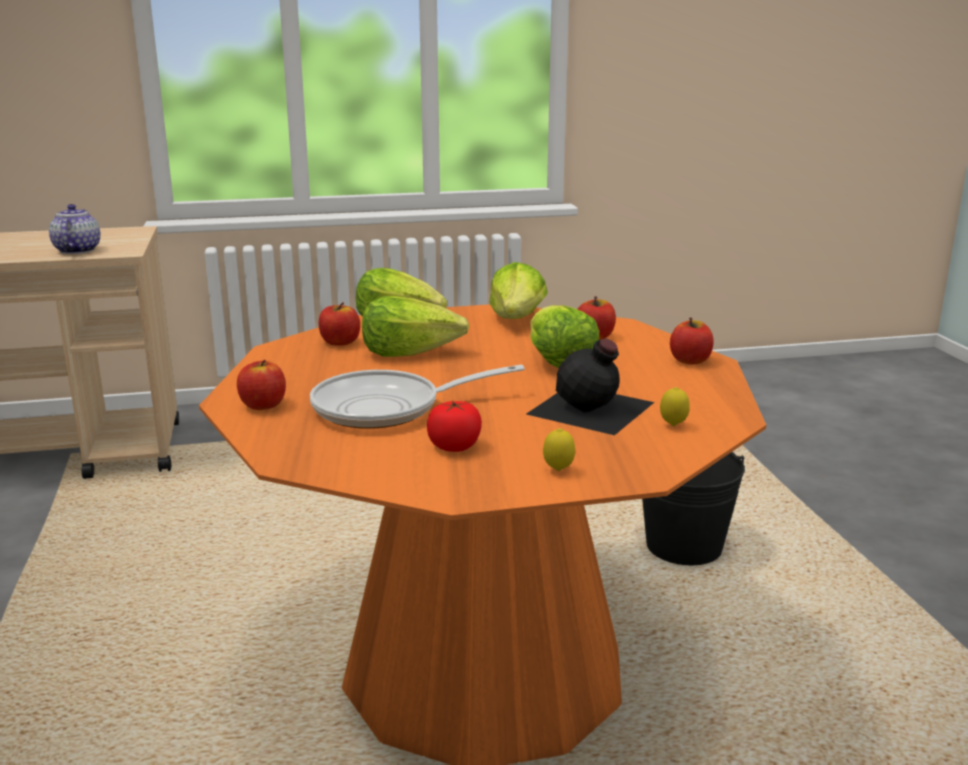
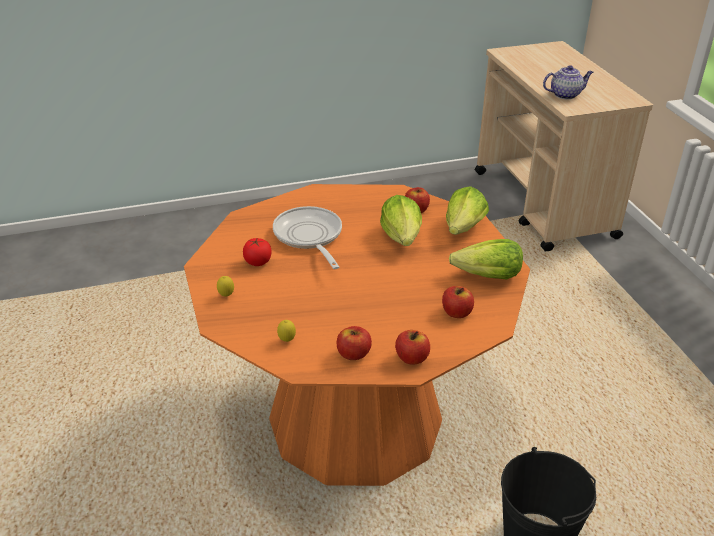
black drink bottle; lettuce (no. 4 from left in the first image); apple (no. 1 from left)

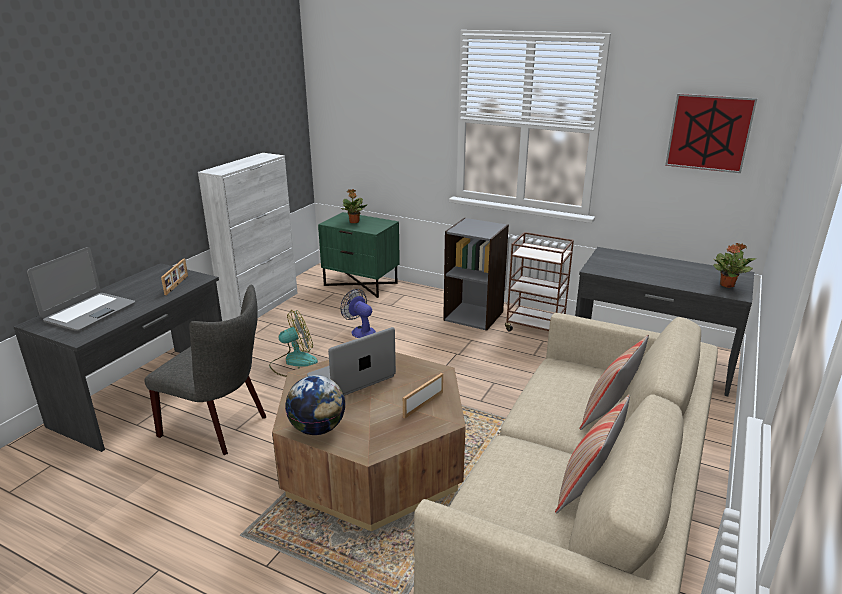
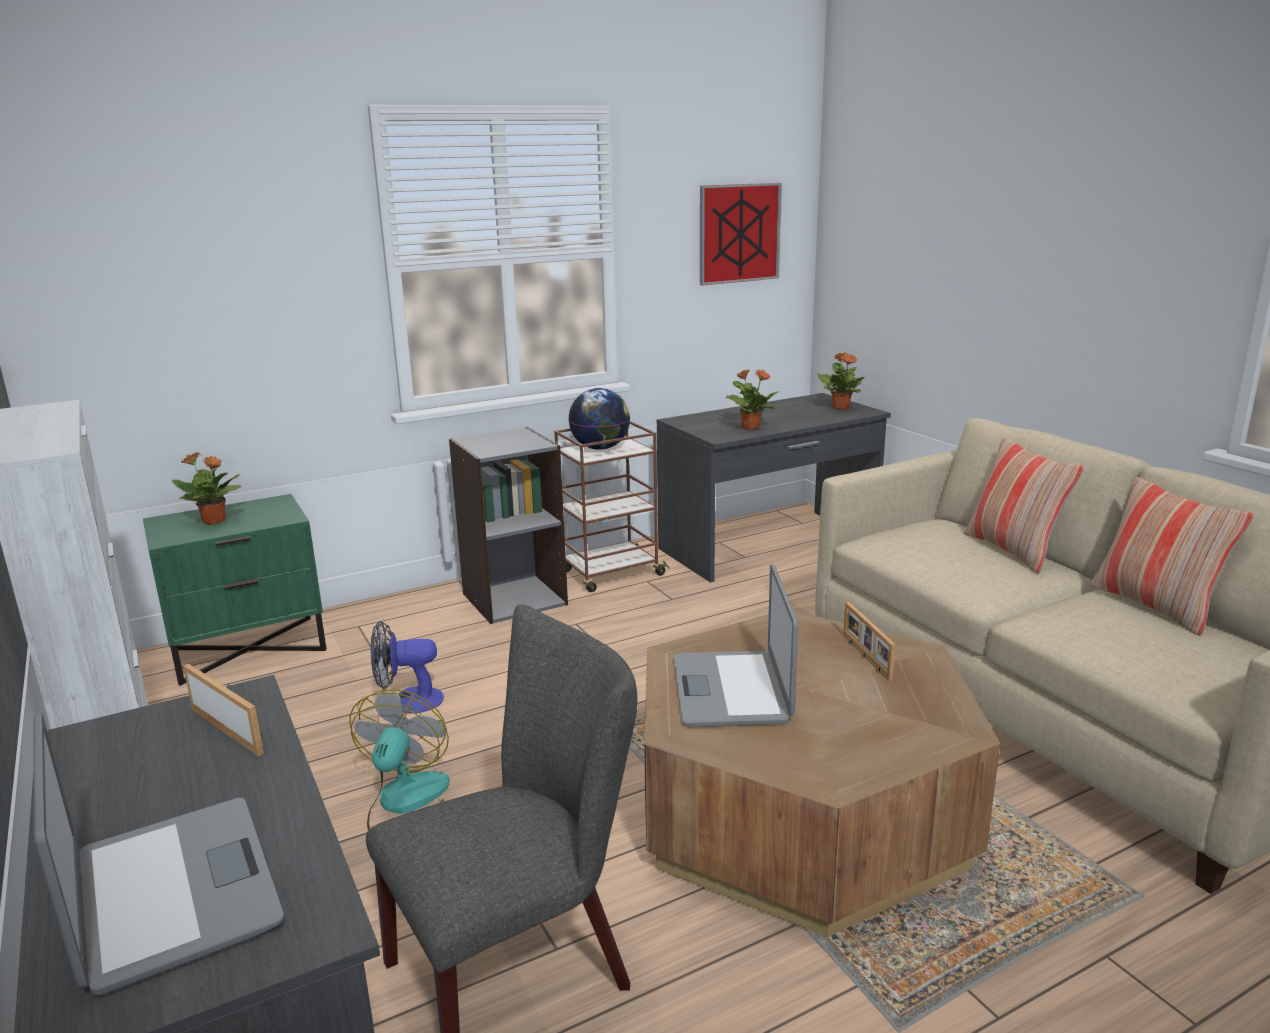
potted plant (no. 2 from left); desk globe

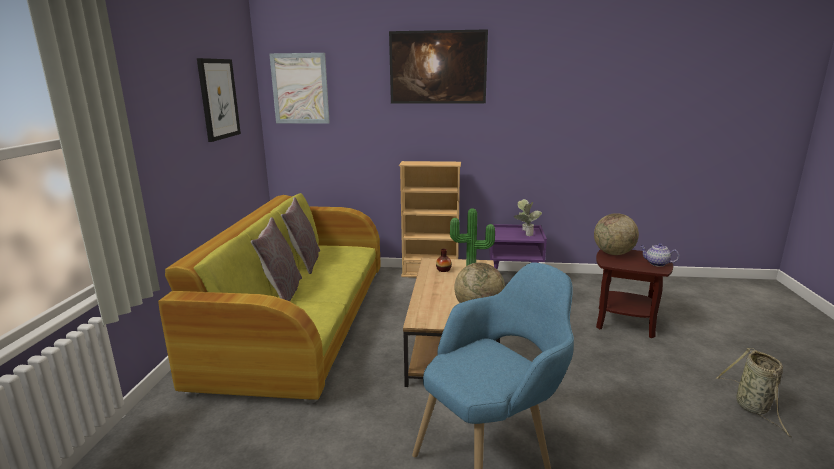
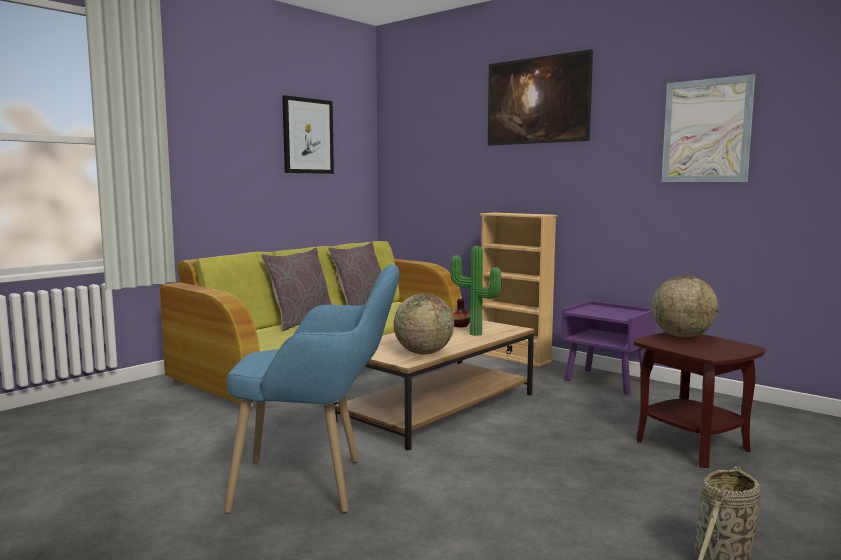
potted plant (no. 2 from left in the first image); pot for tea; wall picture (no. 3 from left)

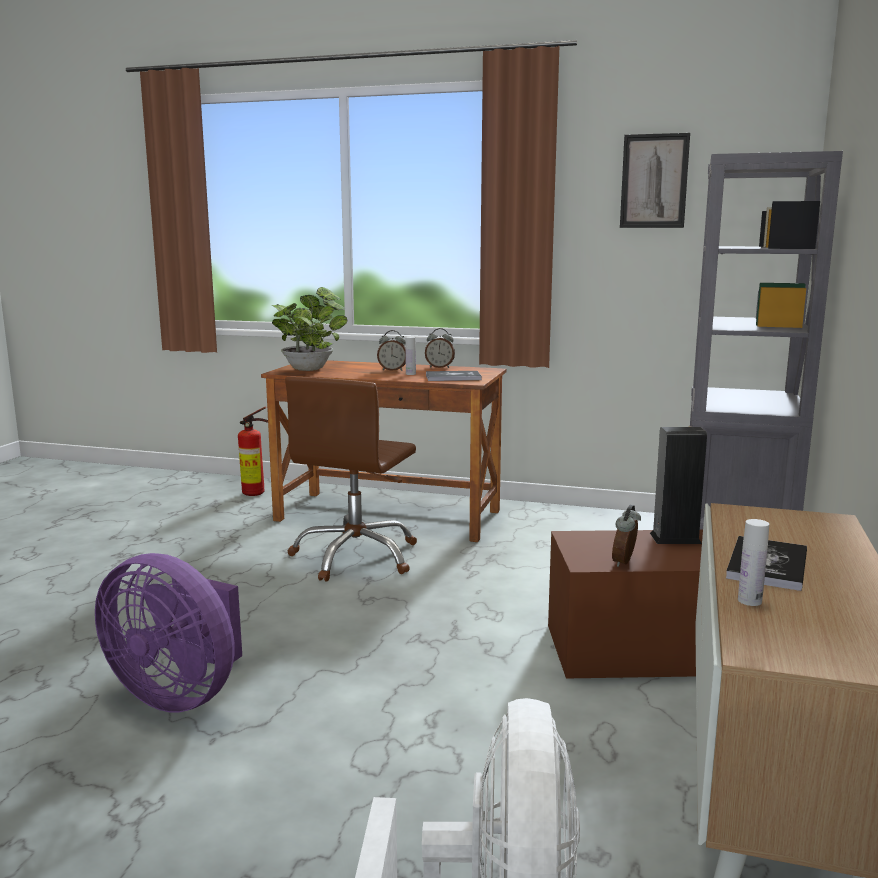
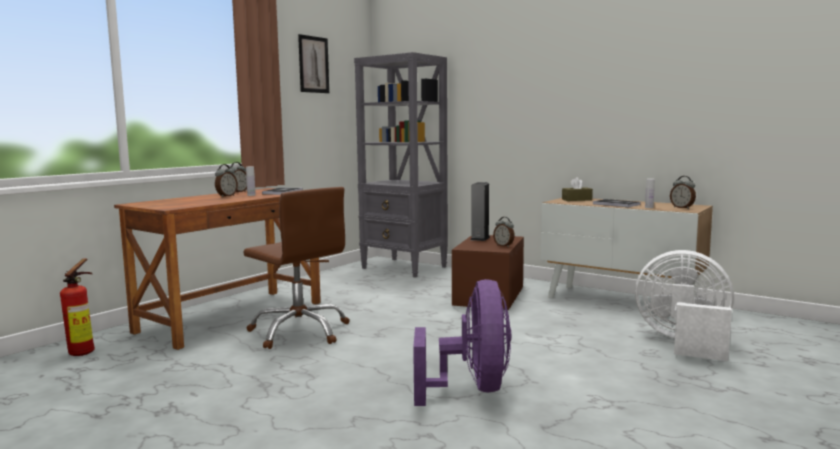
potted plant; brownish box of tissues; alarm clock (no. 4 from left); purple-coloured cooling fan

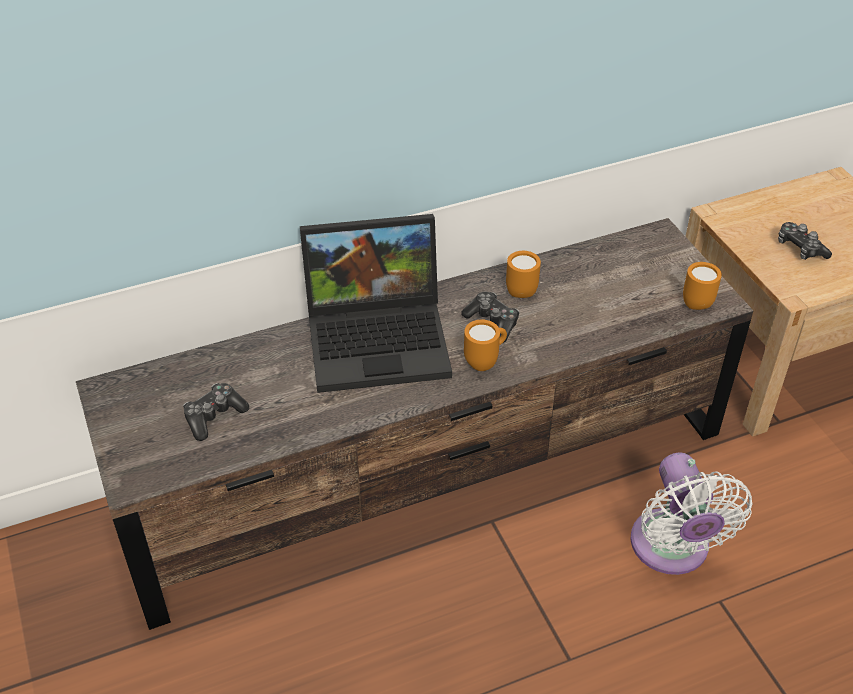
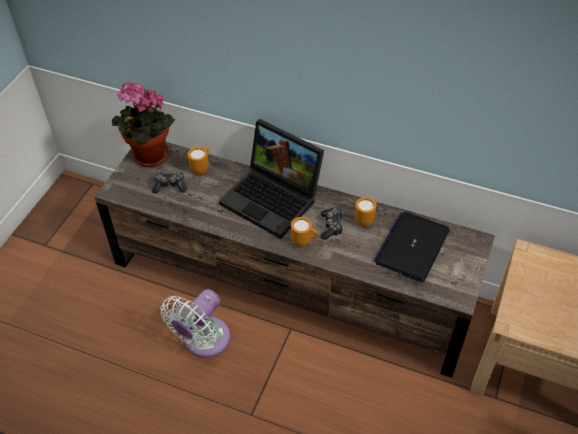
gamepad (no. 3 from left in the first image); potted plant; portable computer (no. 2 from left); white cooling fan; orangey tea mug (no. 1 from left)

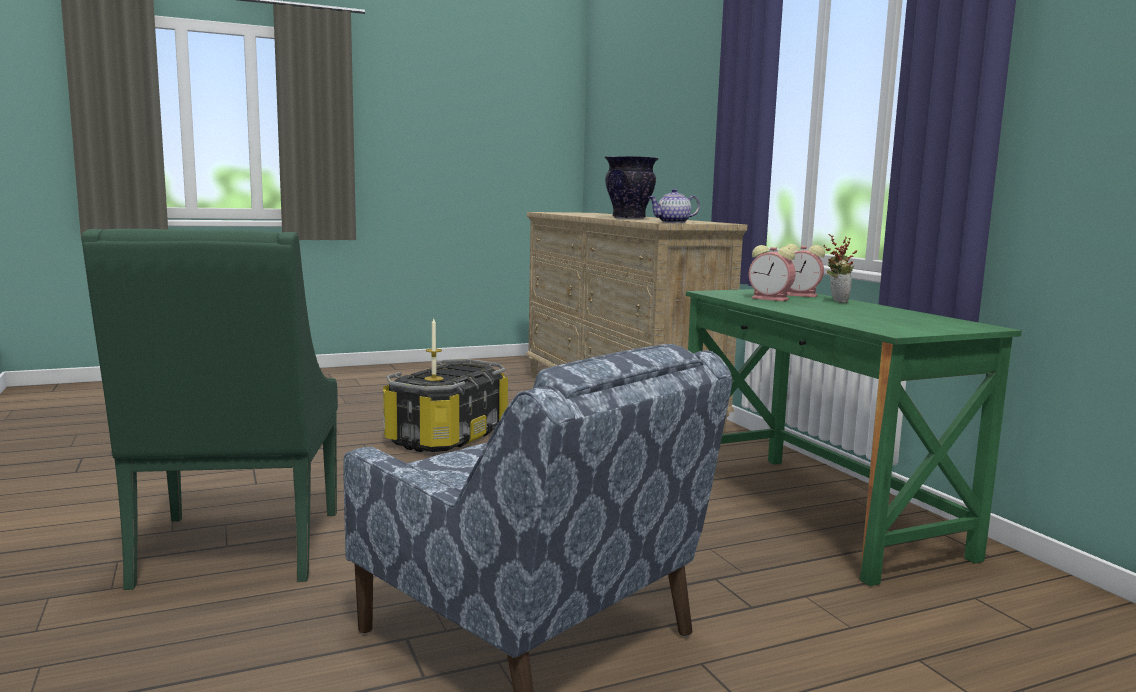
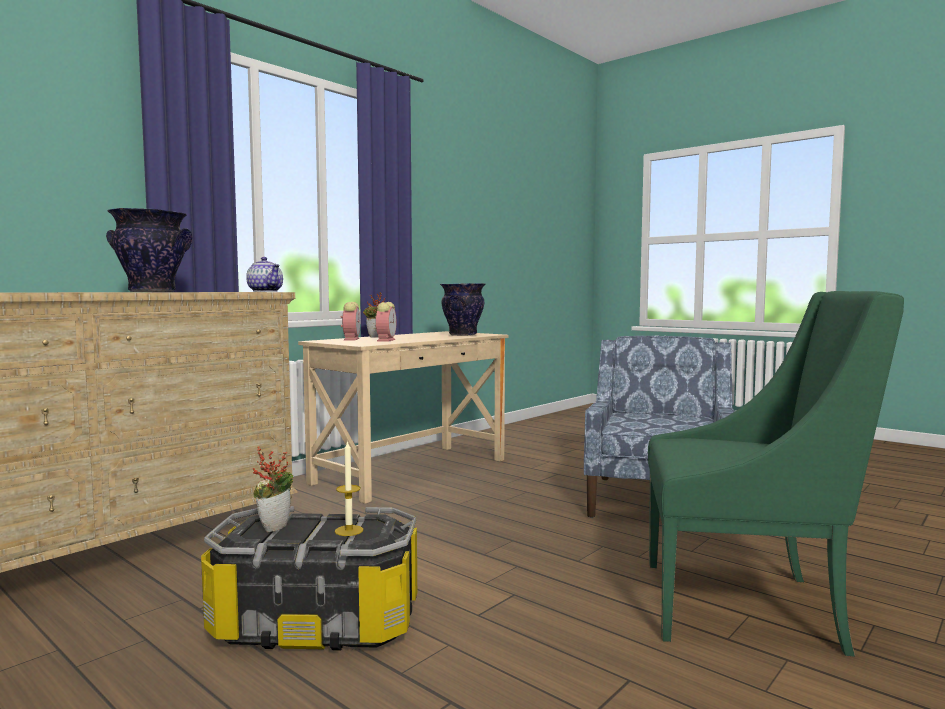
potted plant (no. 1 from left); vase (no. 2 from left); sand-coloured desk; green easy chair

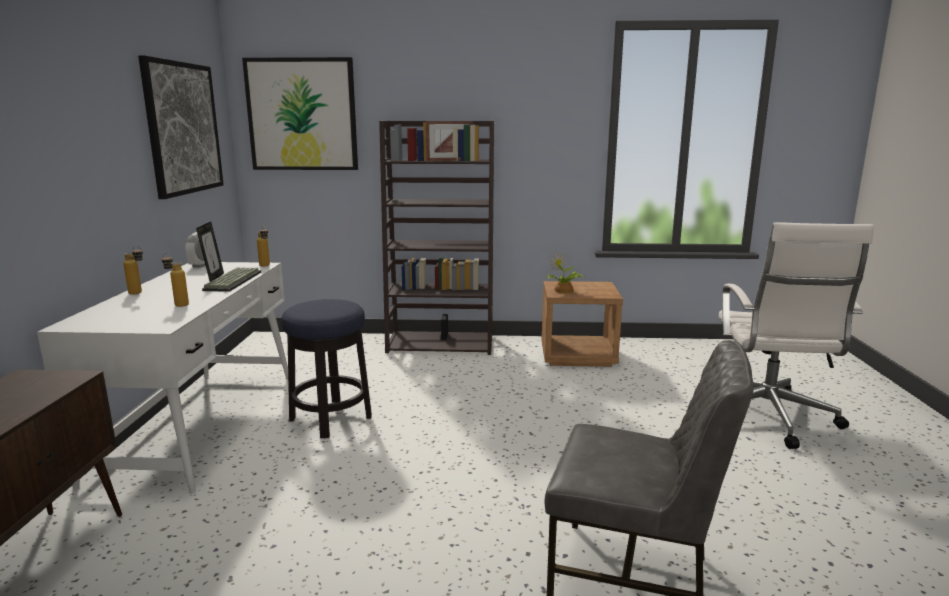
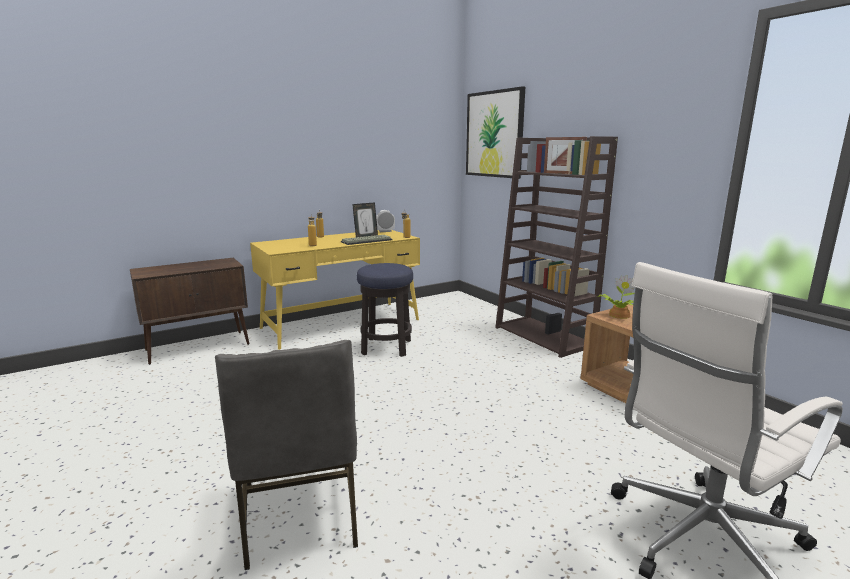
wall picture (no. 1 from left in the first image); yellow desk

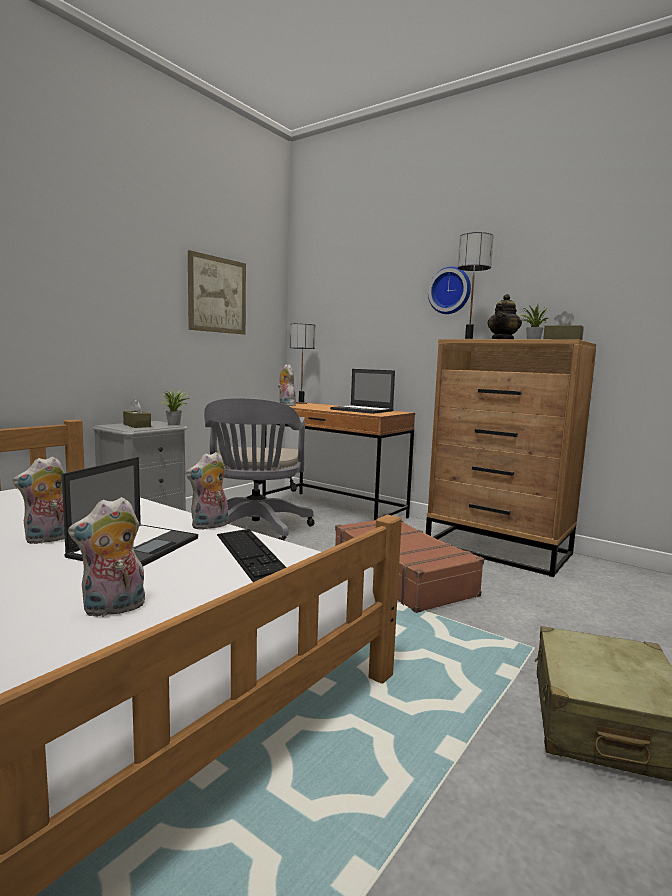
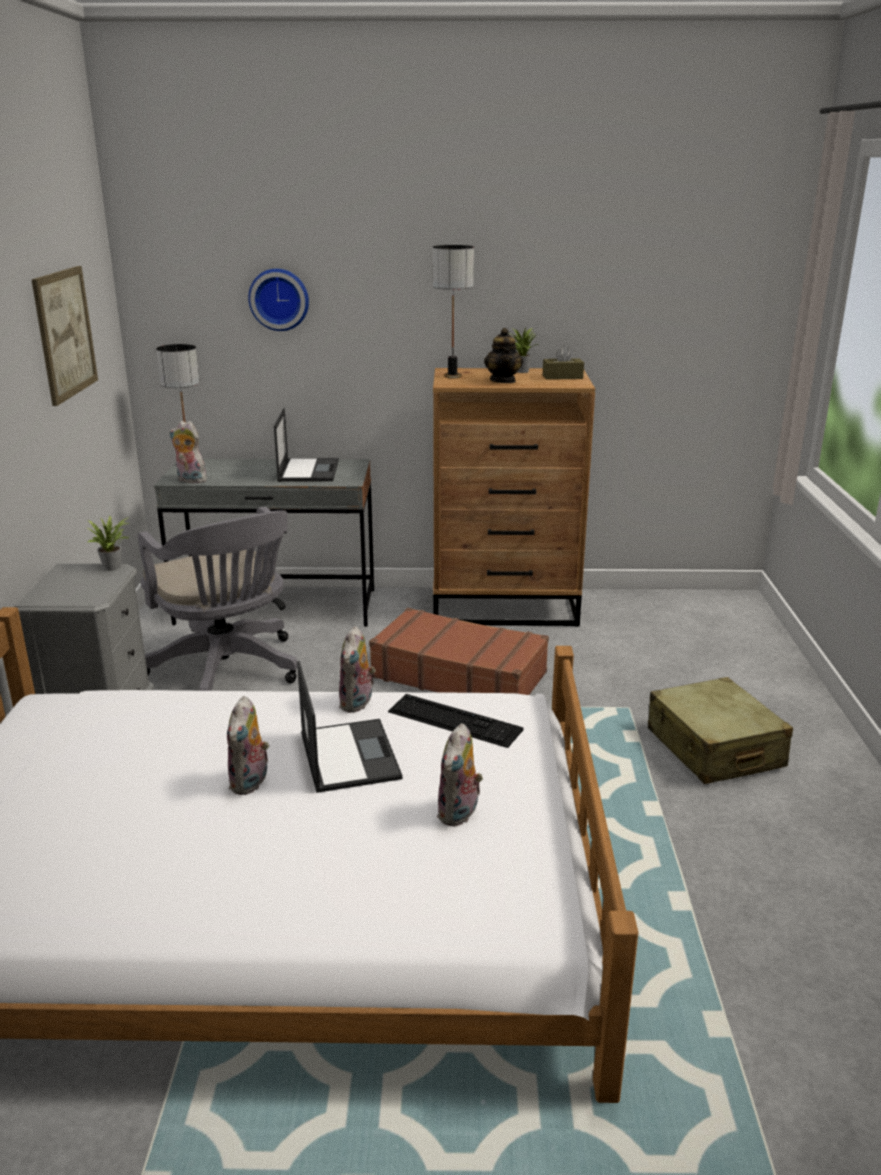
brownish box of tissues (no. 1 from left in the first image); hanging clock; greyish desk; portable computer (no. 1 from left)

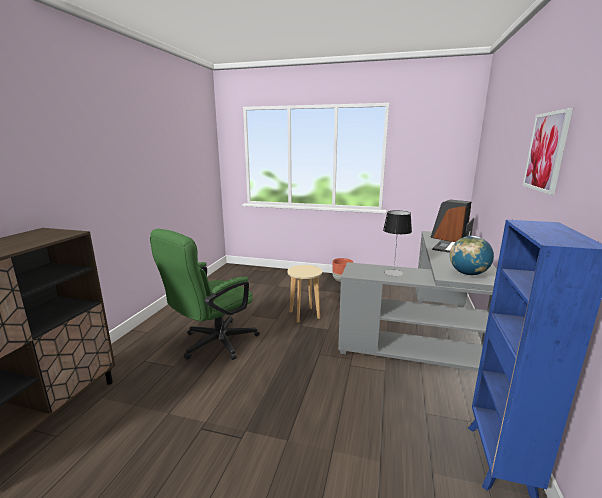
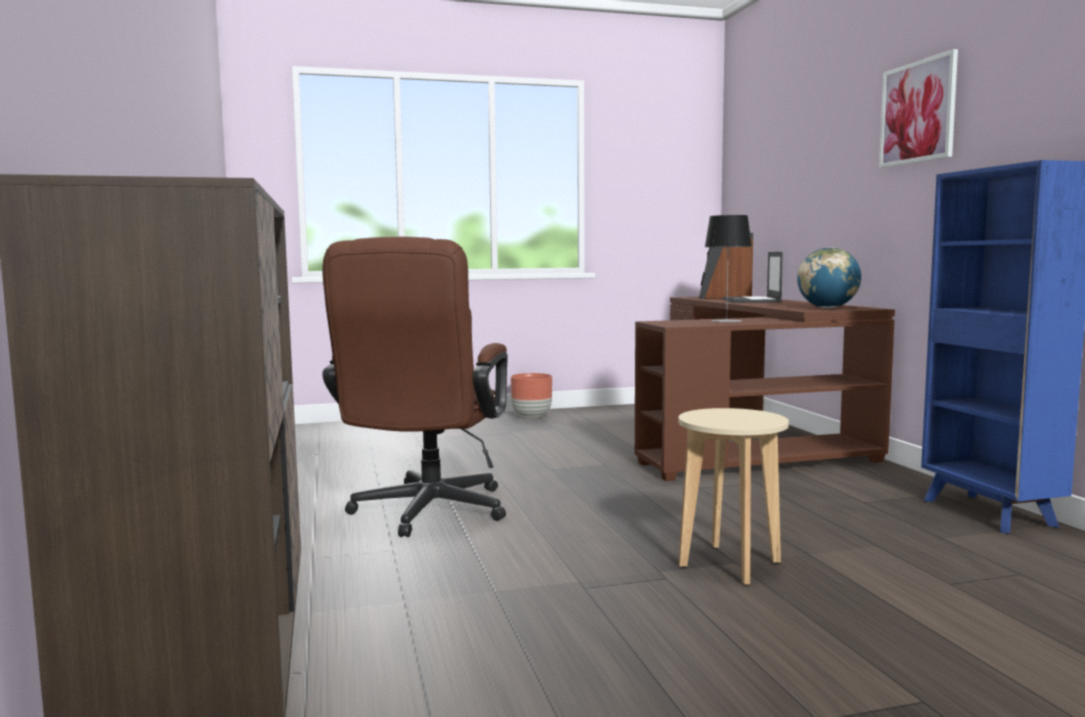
sand-coloured stool seat; brownish office chair; brownish desk

